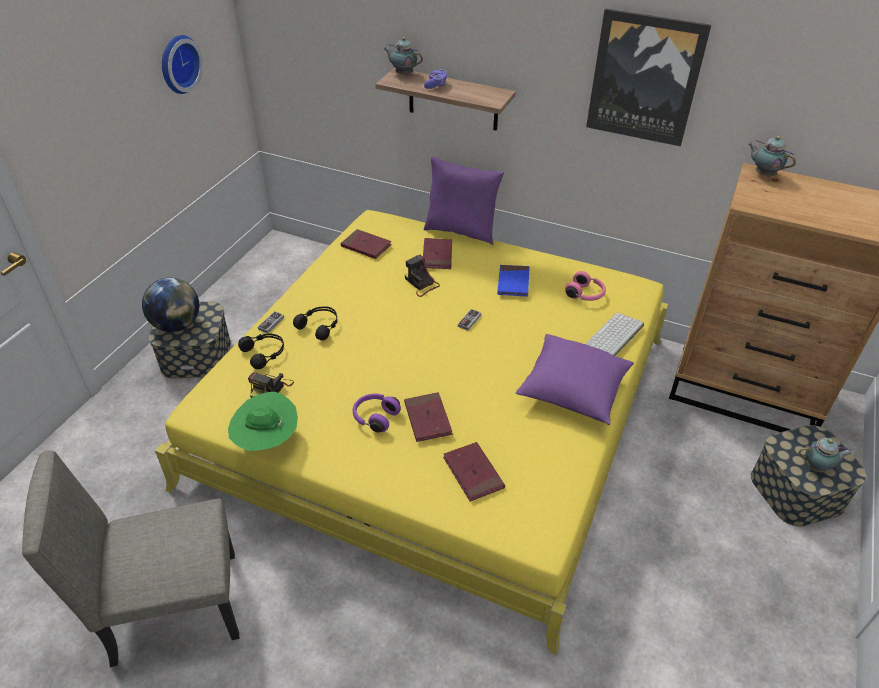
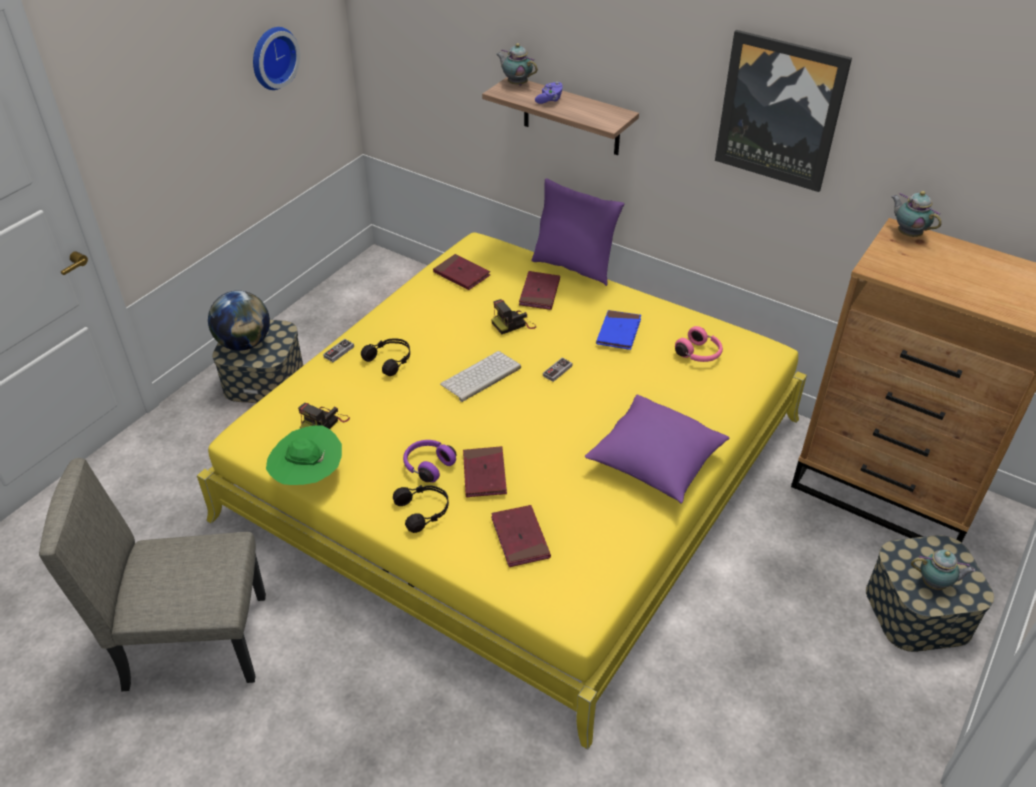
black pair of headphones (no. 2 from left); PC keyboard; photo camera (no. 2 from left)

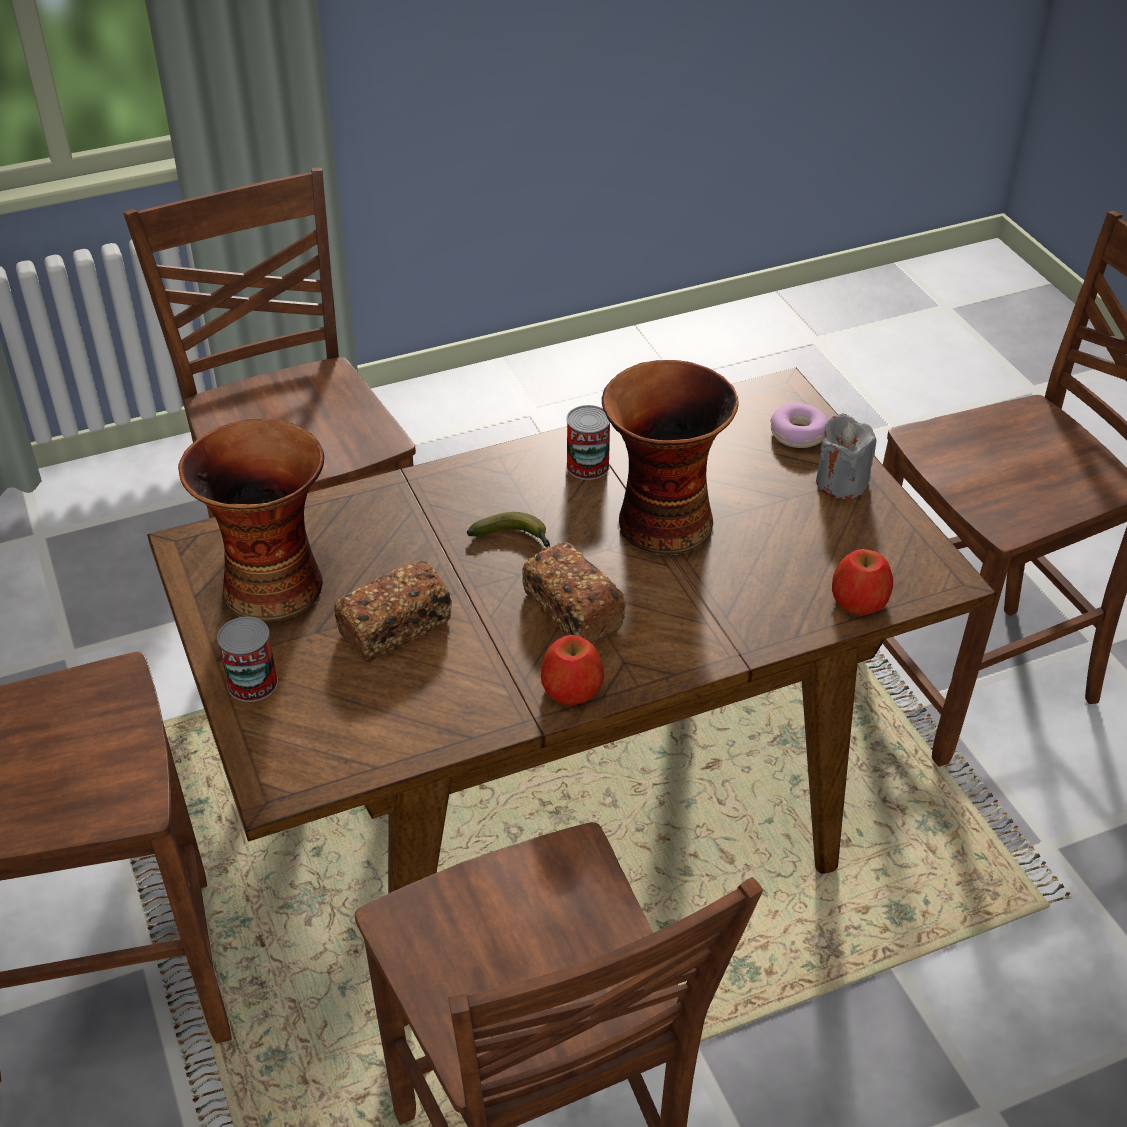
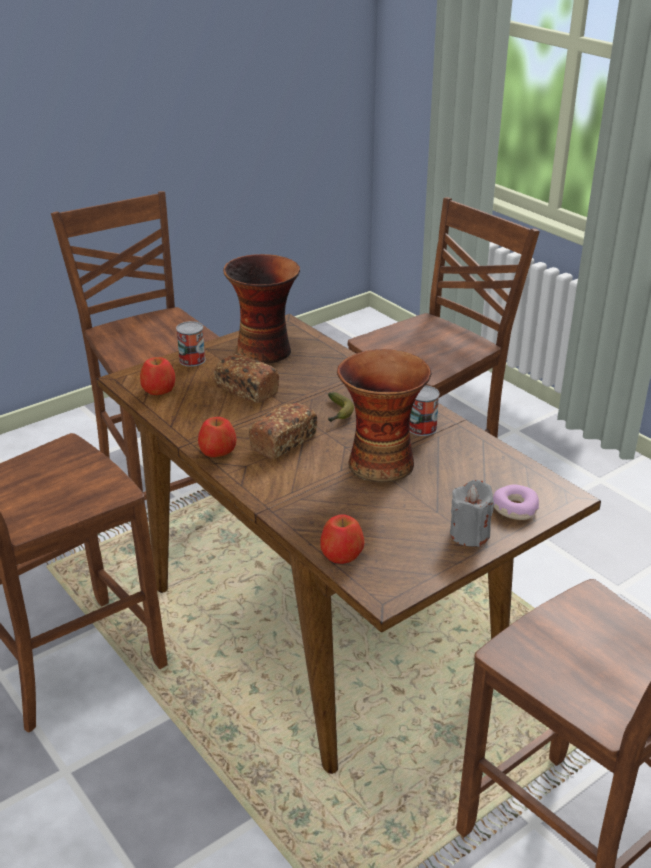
apple (no. 1 from left)

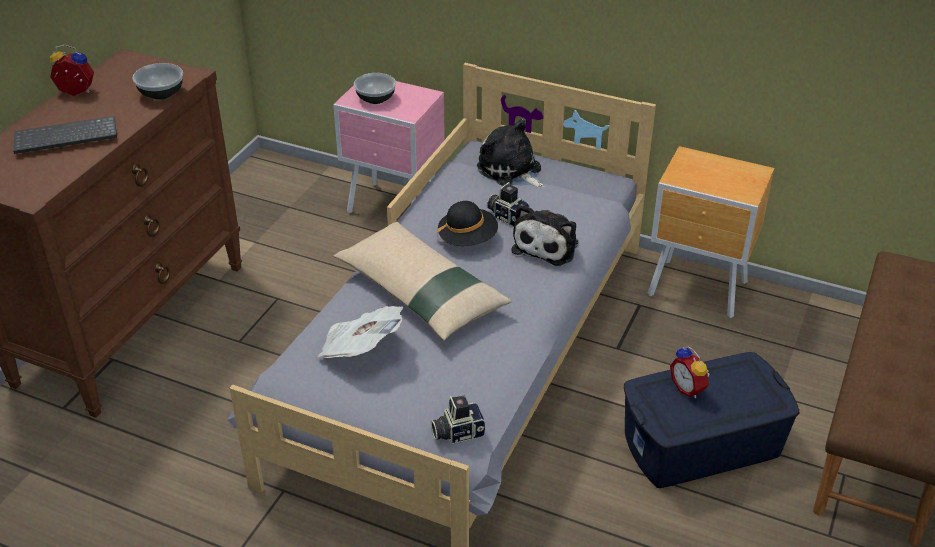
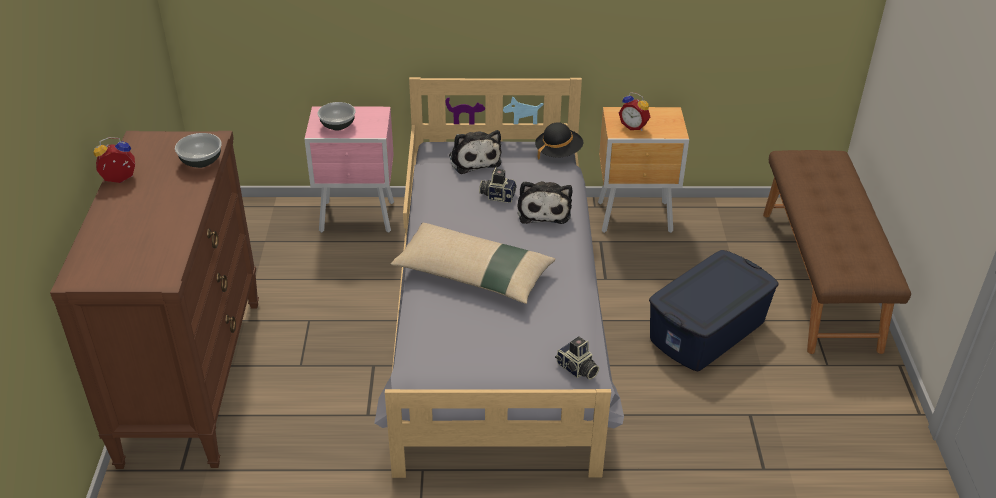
PC keyboard; newspaper; black hat; alarm clock (no. 2 from left); photo camera (no. 2 from left); soft toy (no. 1 from left)

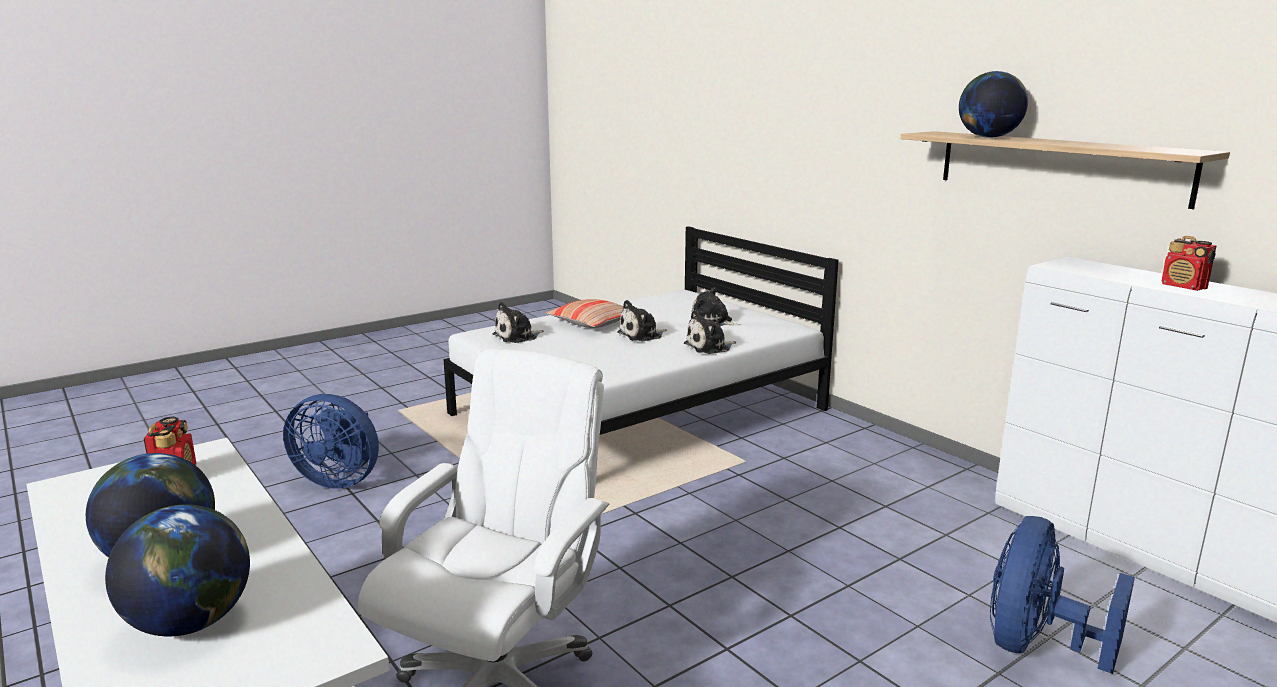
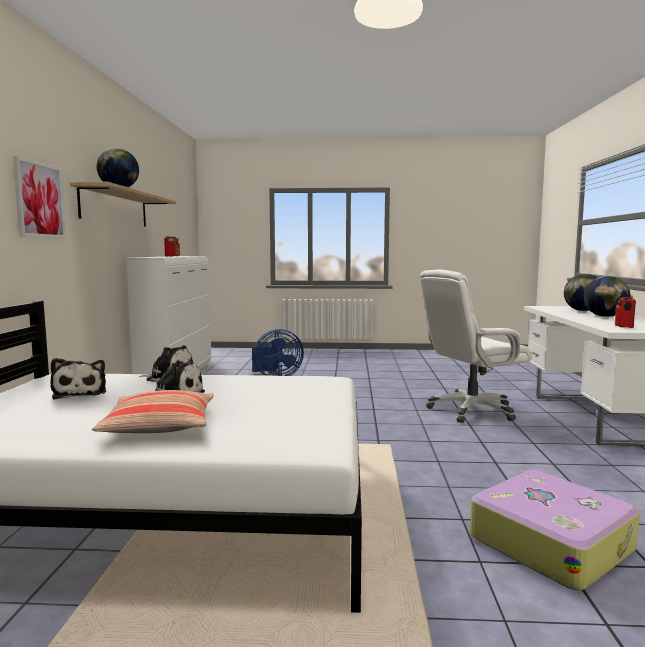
soft toy (no. 1 from left in the first image); wall picture; suitcase

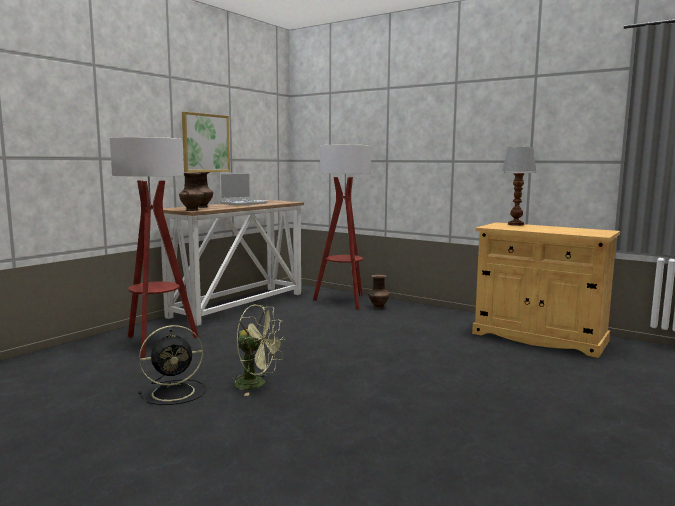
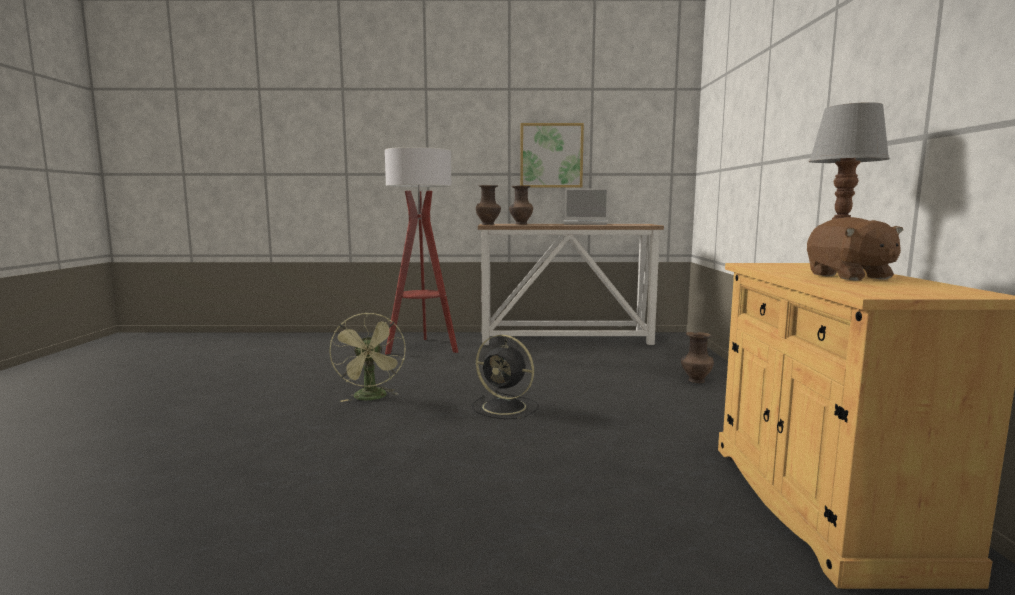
standard lamp (no. 2 from left in the first image); brownish soft toy; black cooling fan

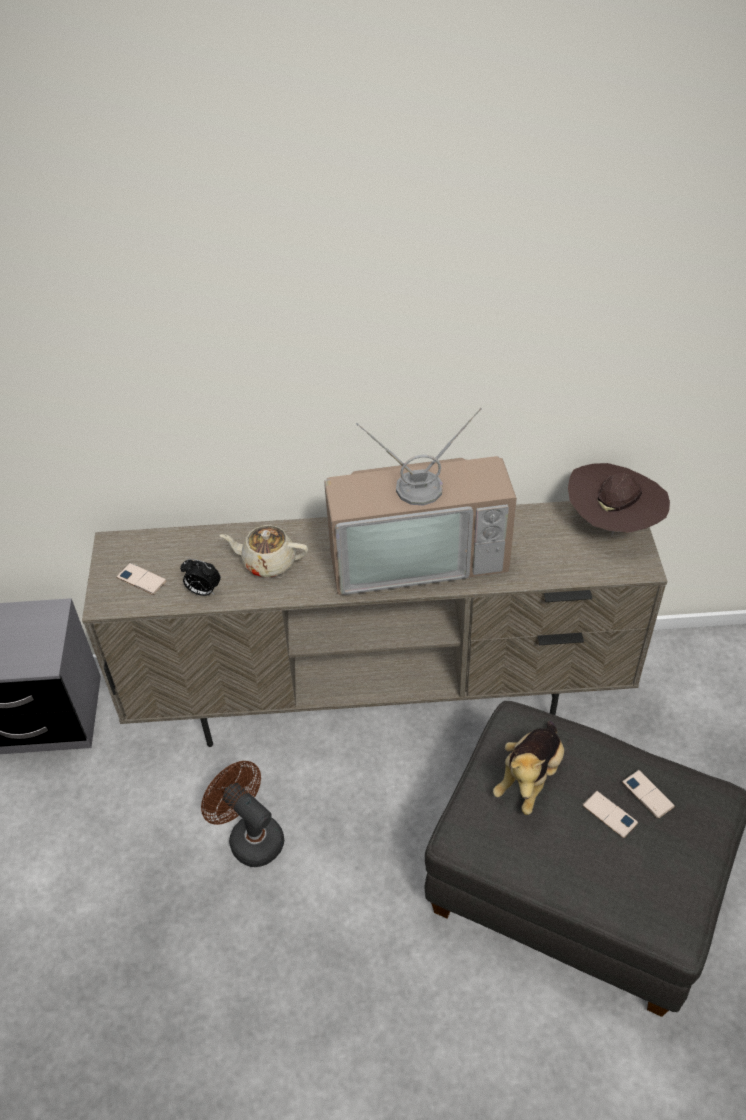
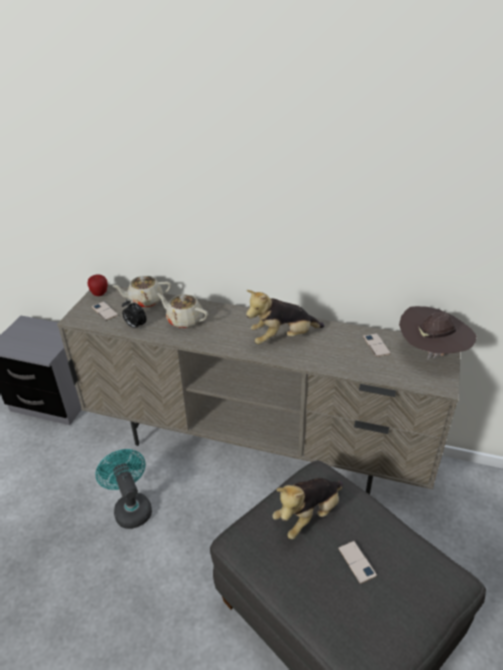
apple; sand-coloured pot for tea (no. 1 from left); telephone (no. 3 from left); soft toy (no. 1 from left); turquoise-coloured cooling fan

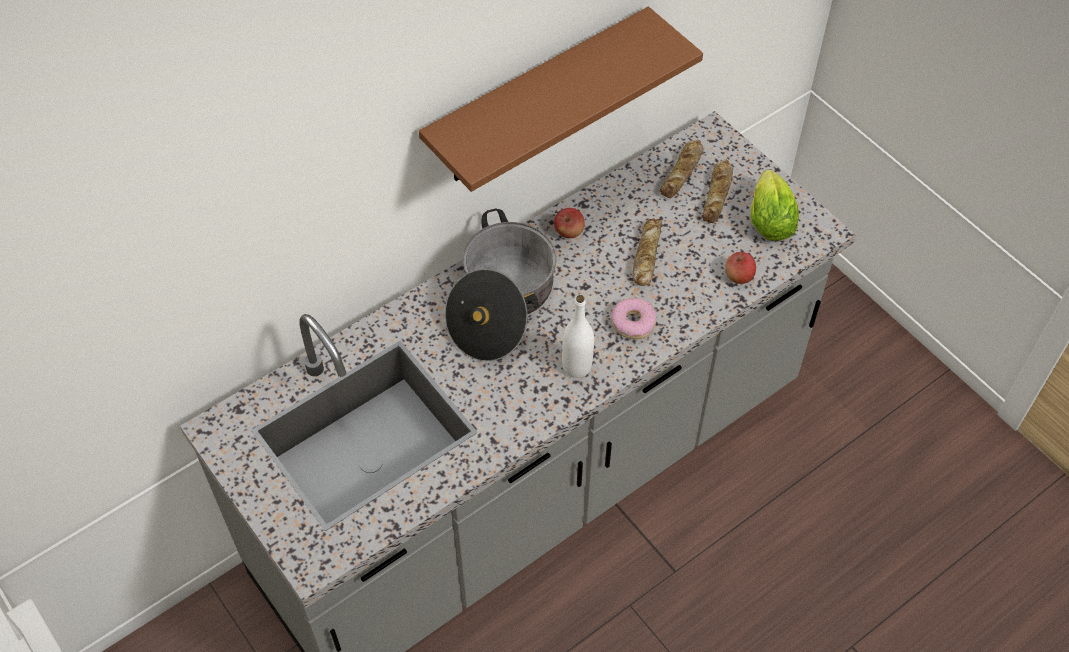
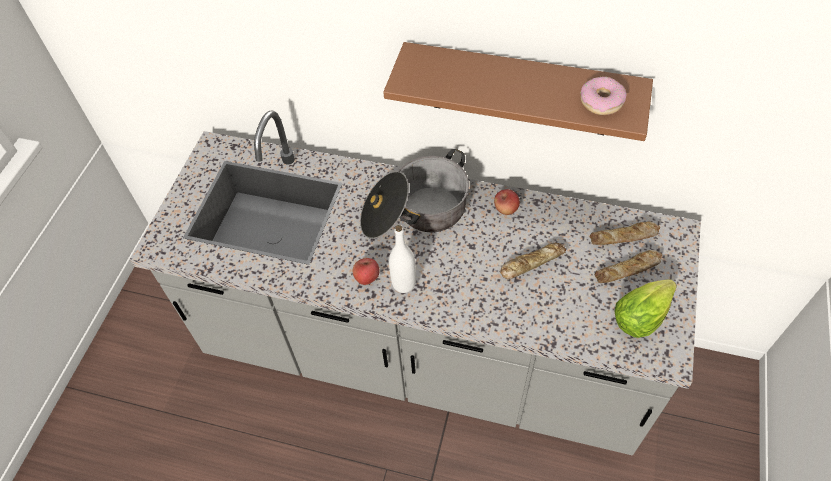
doughnut; apple (no. 1 from left)

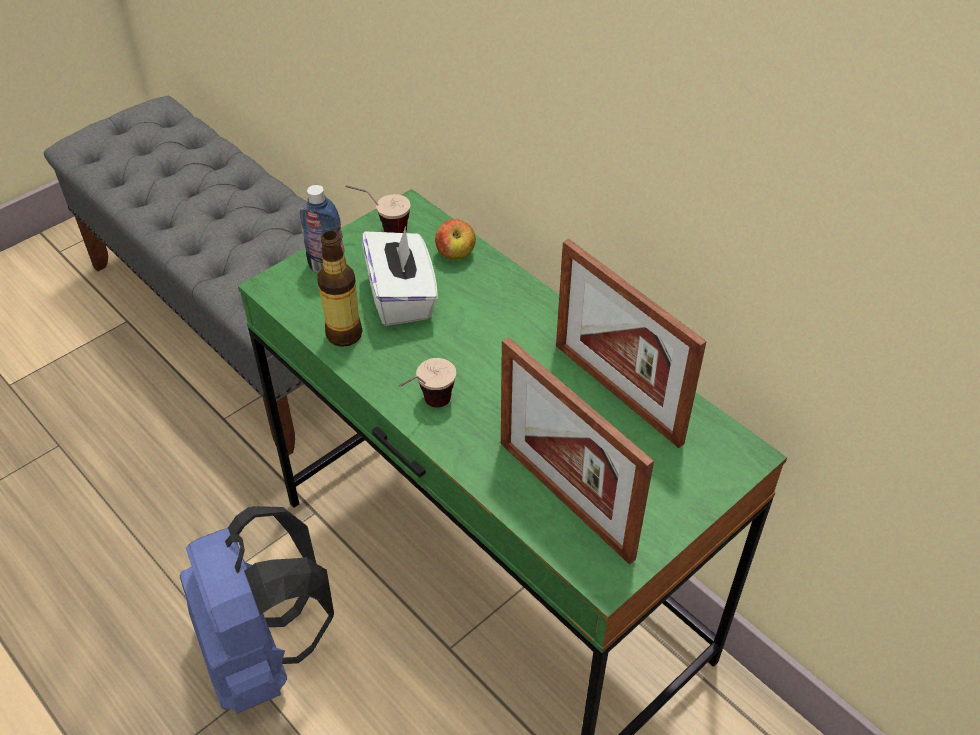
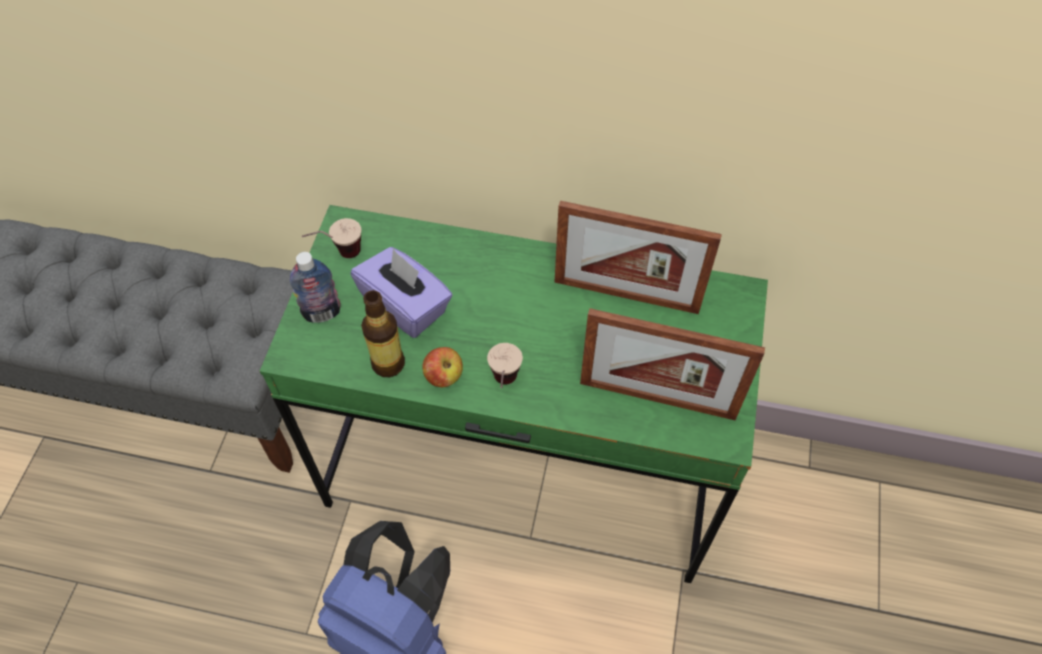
apple; purple-coloured box of tissues

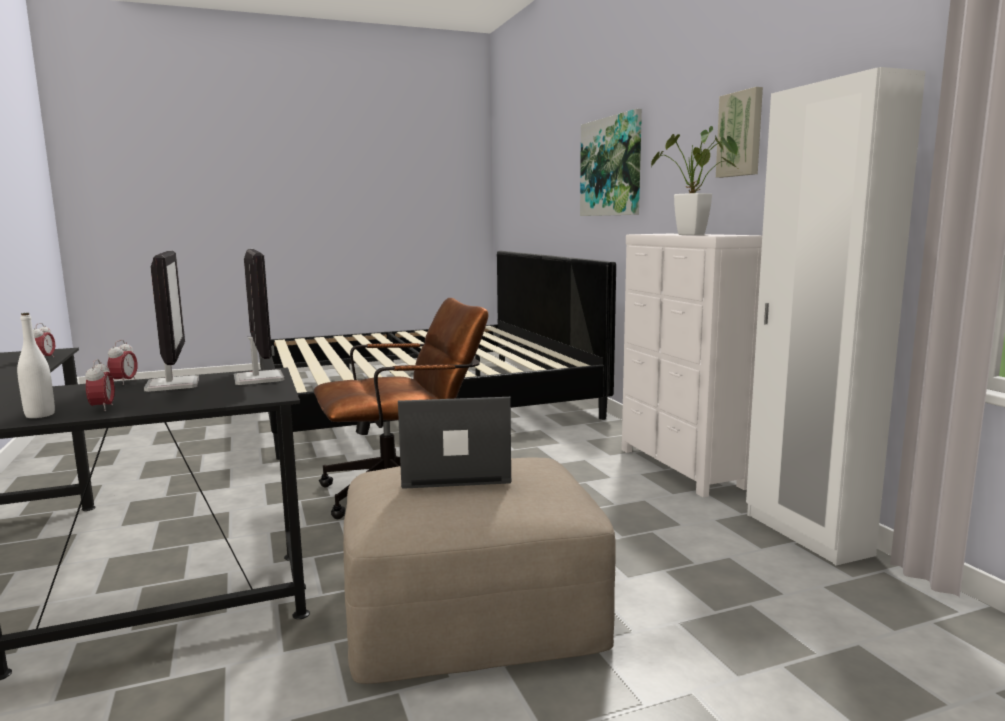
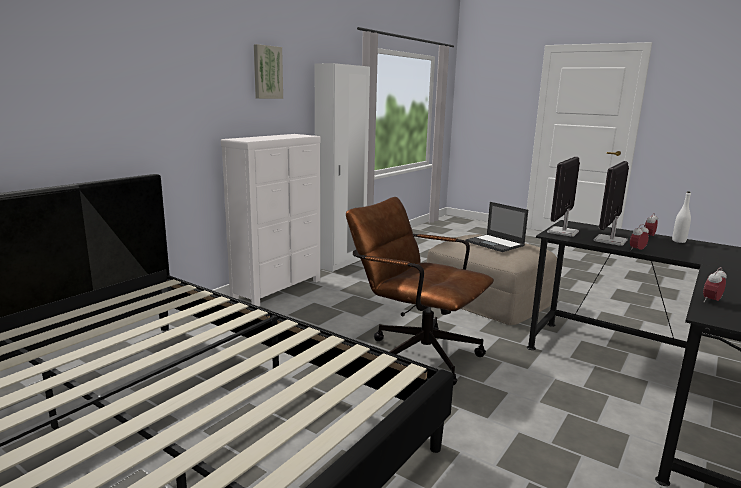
wall picture (no. 1 from left in the first image); potted plant

